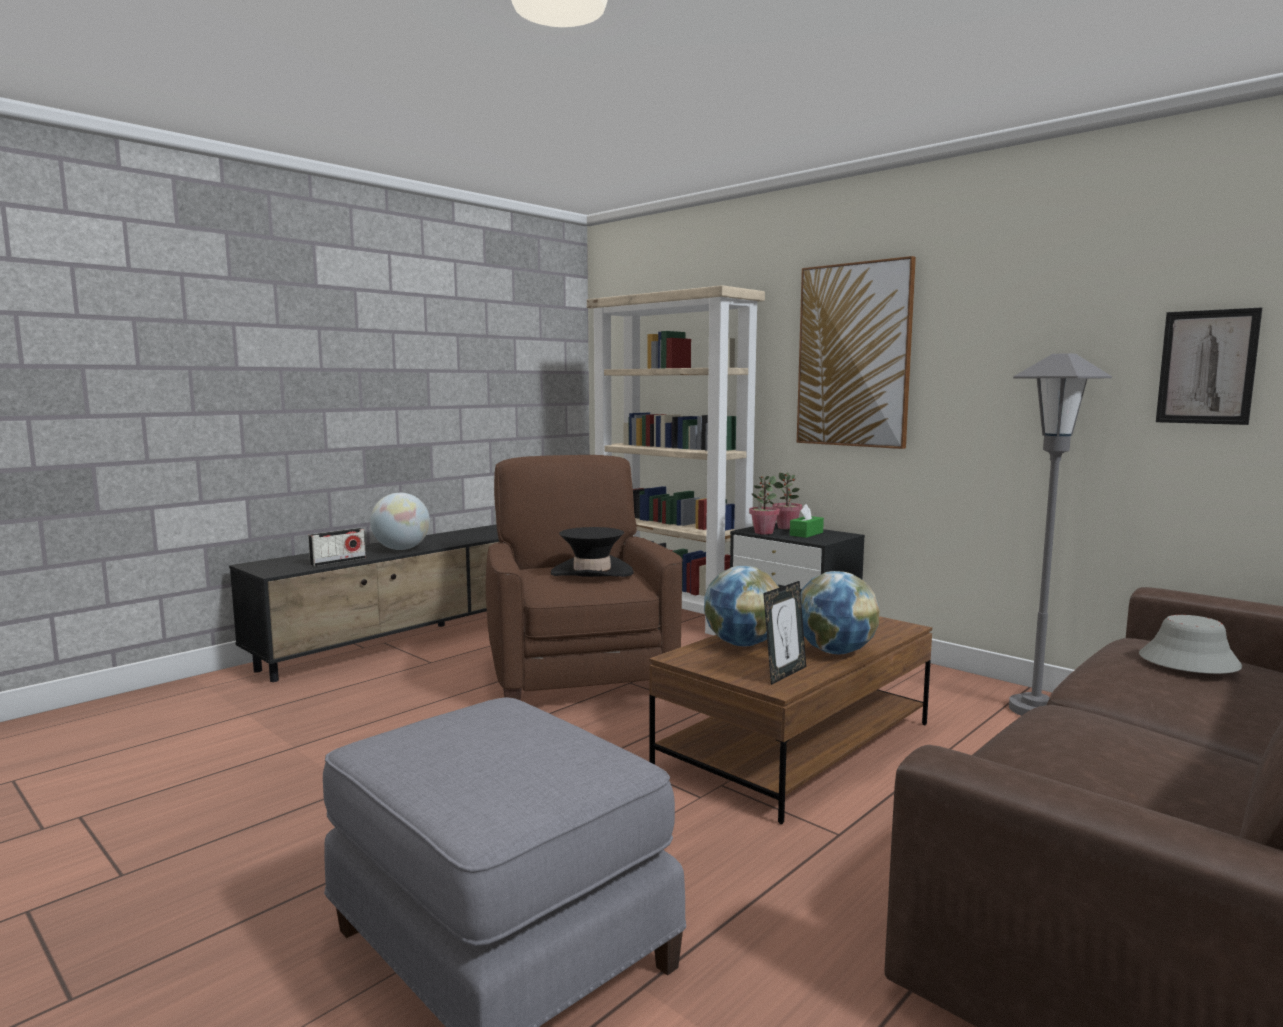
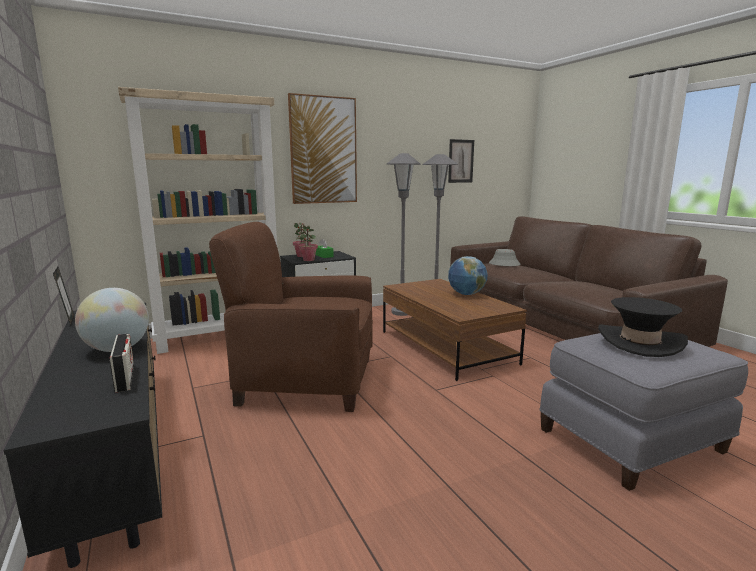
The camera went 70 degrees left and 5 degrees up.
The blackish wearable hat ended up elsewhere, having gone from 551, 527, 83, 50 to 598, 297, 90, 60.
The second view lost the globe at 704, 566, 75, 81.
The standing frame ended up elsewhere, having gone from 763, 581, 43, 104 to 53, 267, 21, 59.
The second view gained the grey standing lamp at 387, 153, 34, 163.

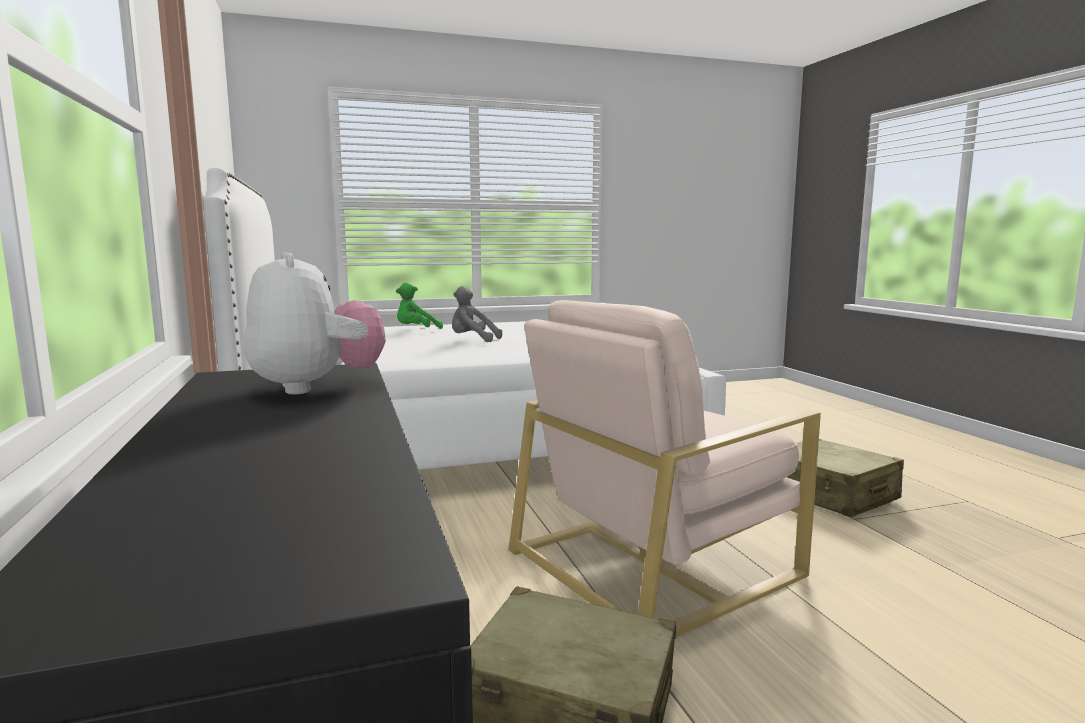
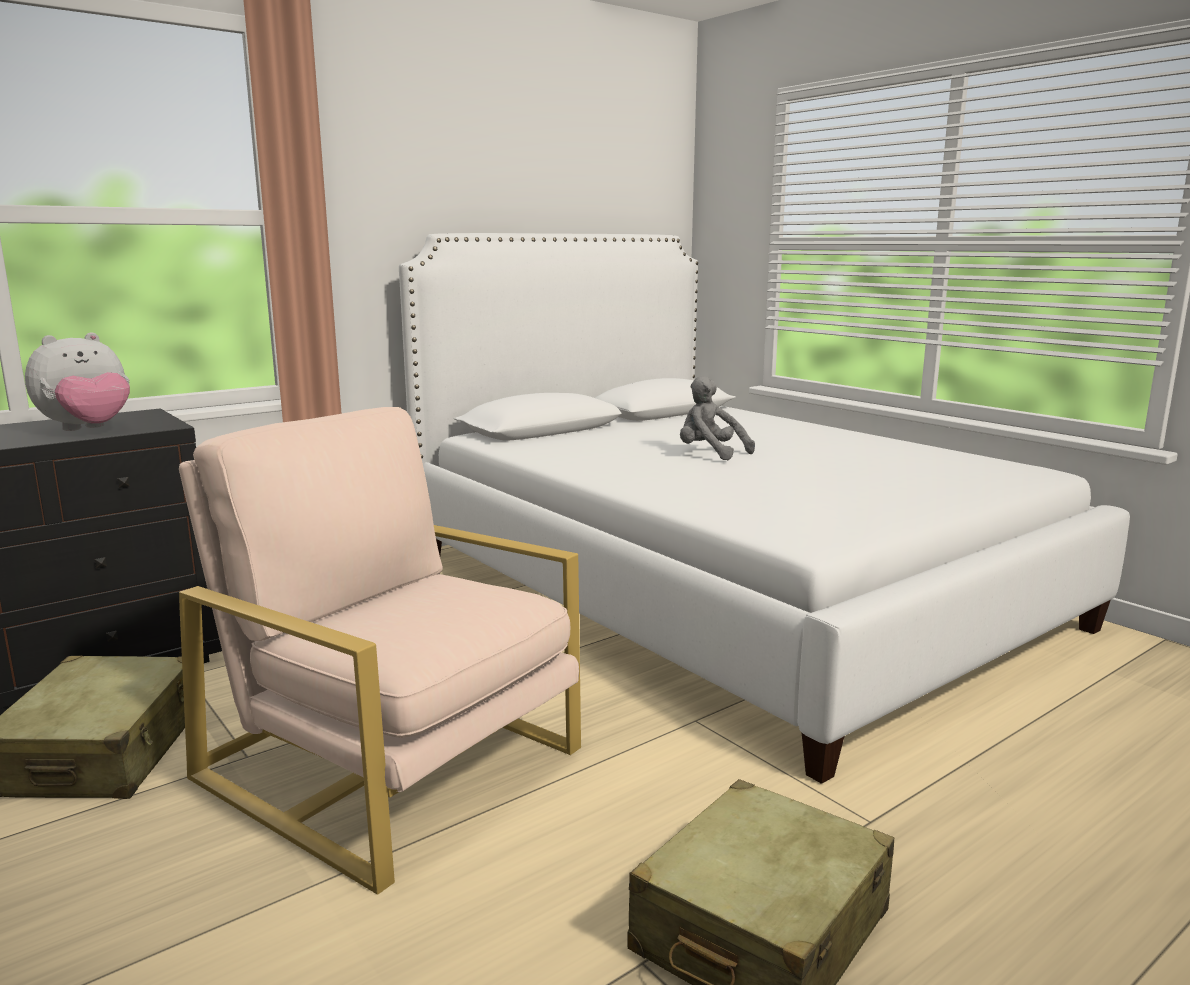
The camera went 70 degrees right and 5 degrees up.
The second view lost the greenish cuddly toy at 396, 282, 47, 47.
The grey cuddly toy at 452, 286, 50, 56 ended up facing another way, 45 degrees counterclockwise from before.

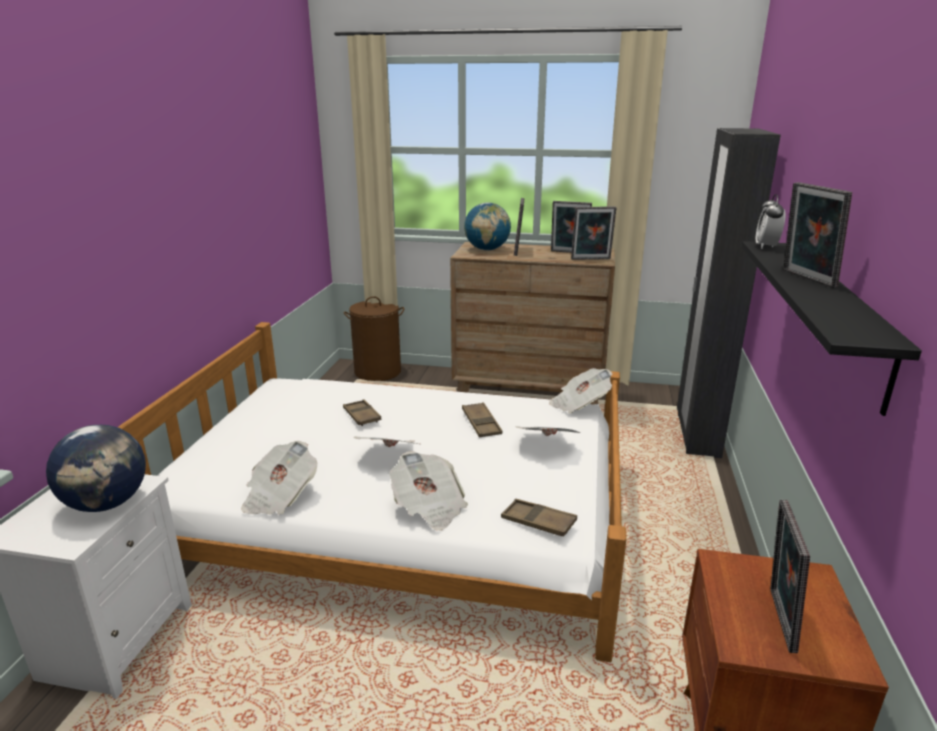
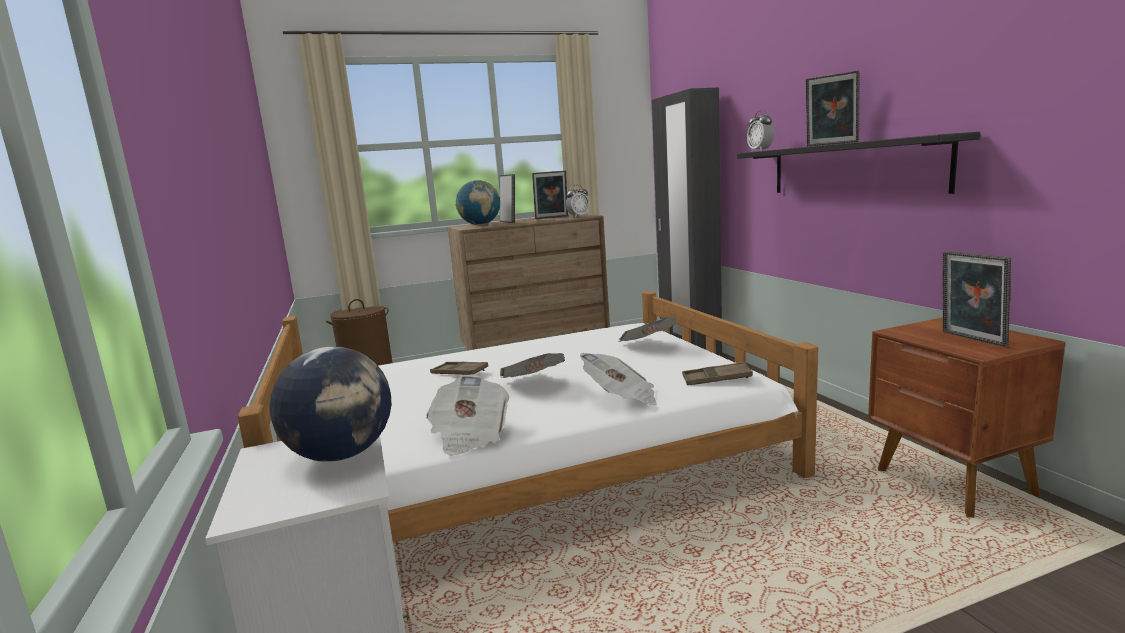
The camera went 30 degrees left and 10 degrees down.
The second view lost the brown-coloured carrying tray at 462, 402, 40, 35.
The second view lost the daily paper at 549, 368, 64, 46.
Where the standing frame stood at 571, 206, 46, 54, the alarm clock came to stand at 566, 185, 24, 33.

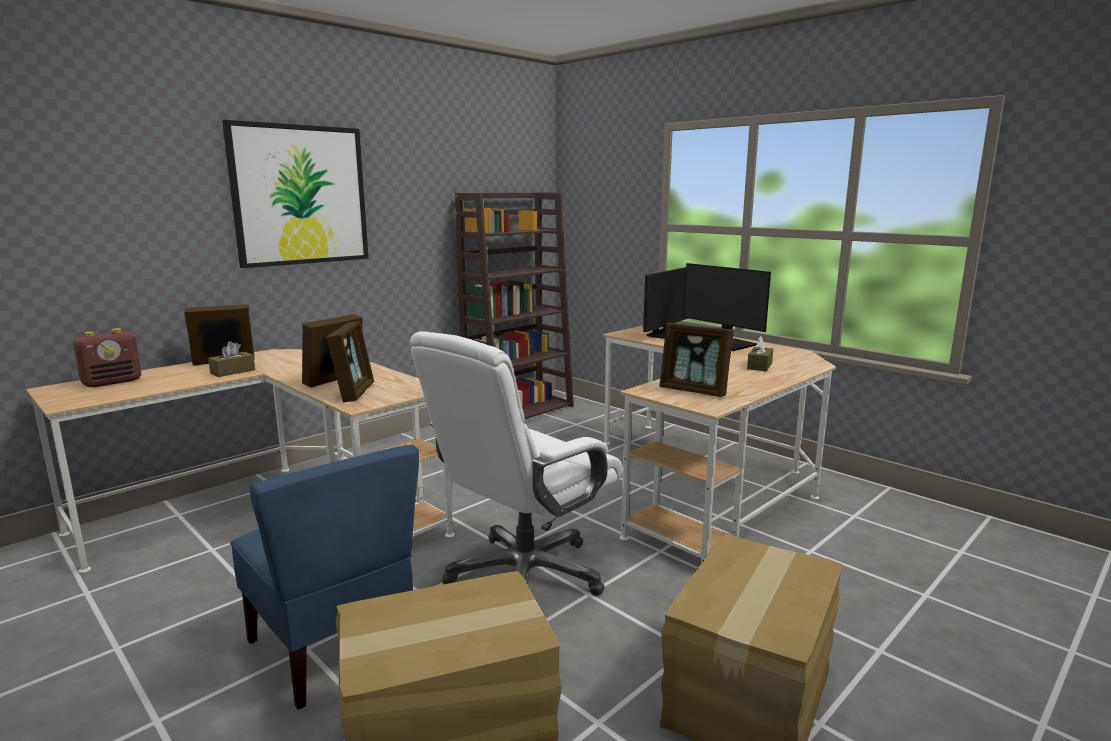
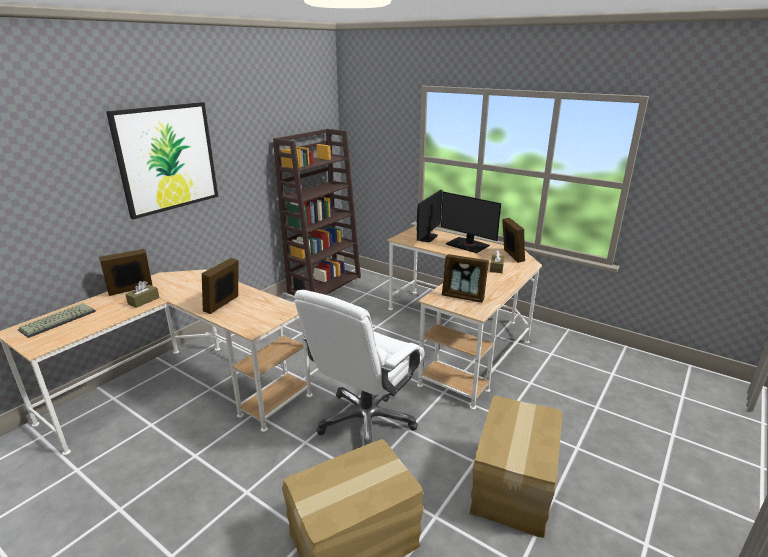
The camera went 10 degrees left and 10 degrees up.
Where the radio receiver stood at 73, 328, 68, 59, the computer keyboard came to stand at 18, 303, 78, 35.
The second view lost the bluish chair at 230, 445, 189, 265.
The standing frame ended up elsewhere, having gone from 326, 321, 48, 81 to 502, 218, 23, 45.

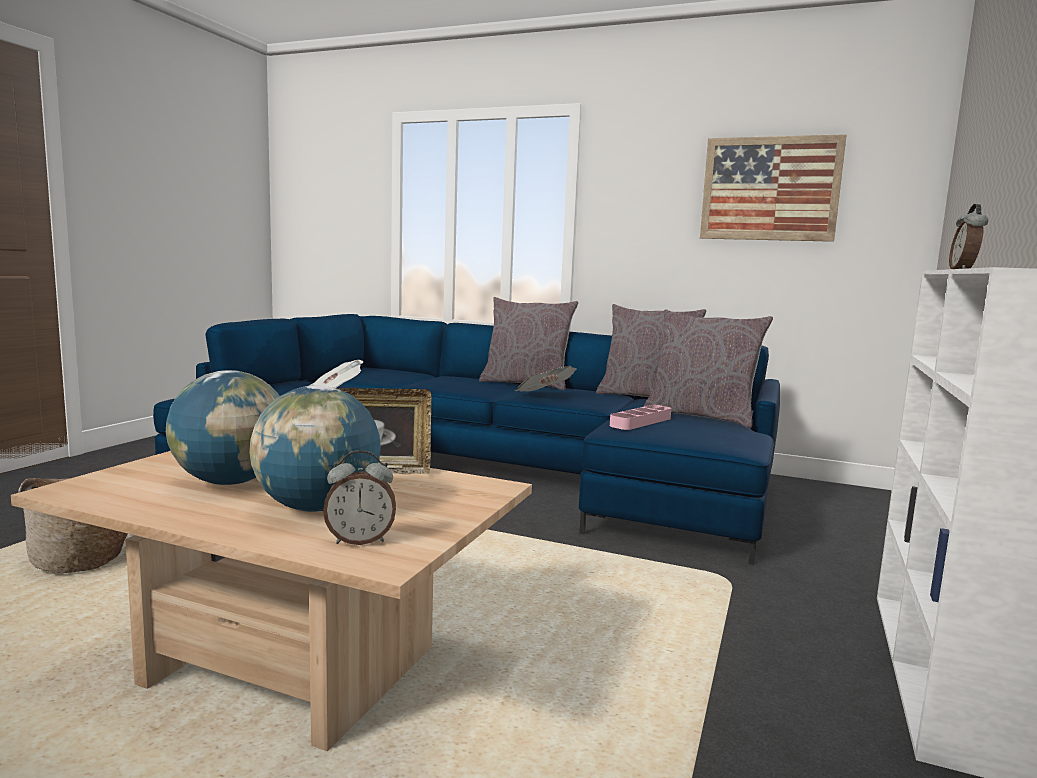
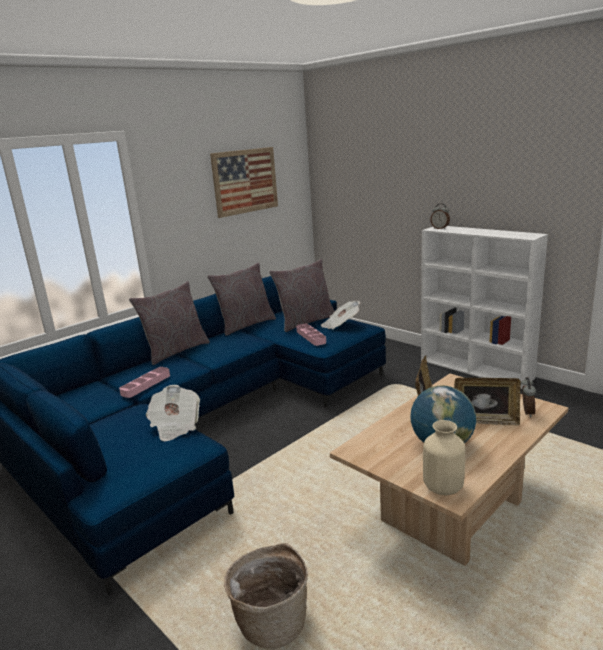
The camera went 65 degrees left and 10 degrees up.
Where the globe stood at 249, 385, 132, 127, the standing frame came to stand at 454, 378, 67, 48.
The daily paper ended up elsewhere, having gone from 515, 366, 62, 26 to 321, 301, 39, 29.
The second view gained the pink-coloured carrying tray at 119, 367, 51, 31.
The second view gained the beige-coloured decorative vase at 423, 420, 43, 76.

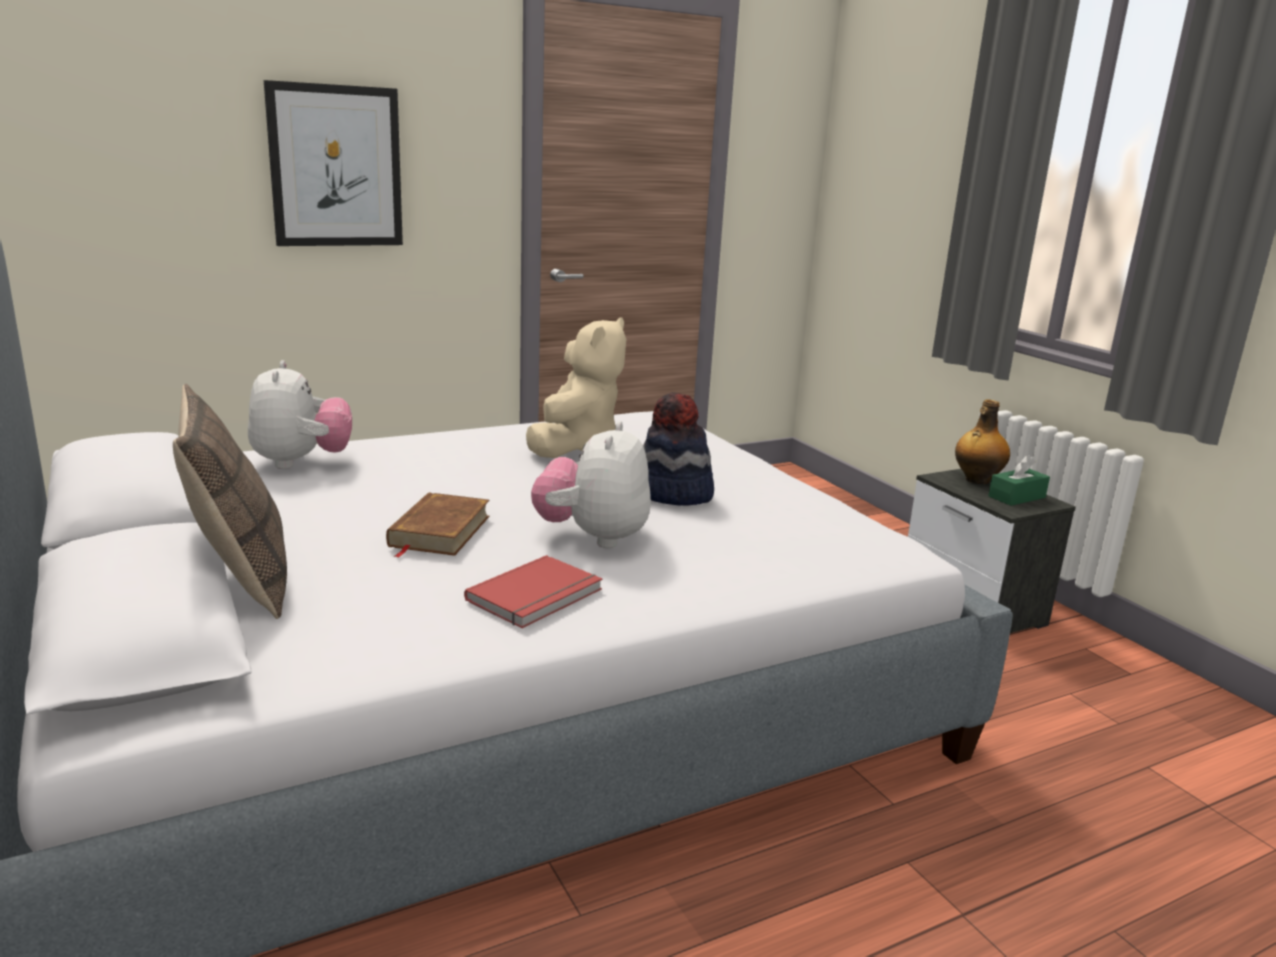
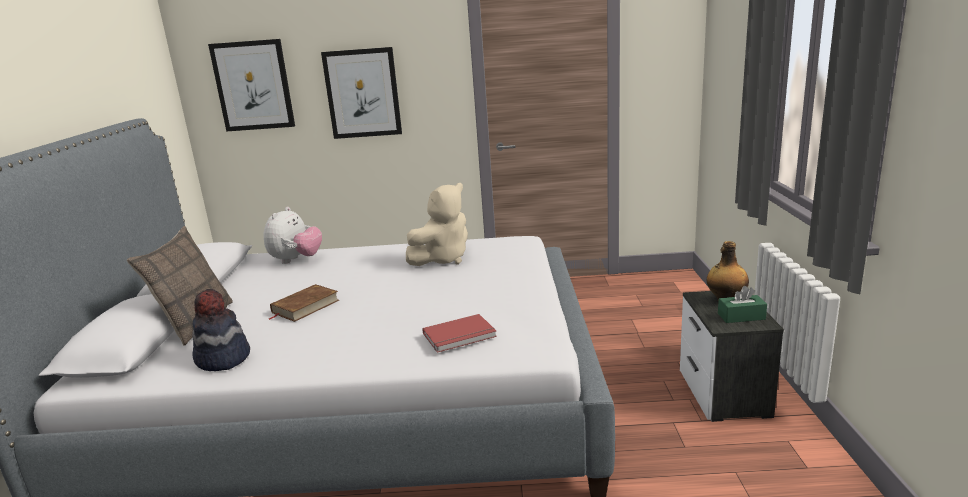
The camera went 30 degrees right and 0 degrees up.
The red bound book ended up elsewhere, having gone from 464, 555, 138, 73 to 422, 314, 75, 39.
The second view lost the cuddly toy at 531, 421, 120, 127.
The wearable hat ended up elsewhere, having gone from 643, 392, 71, 114 to 193, 289, 57, 82.
The second view gained the picture at 208, 39, 87, 93.

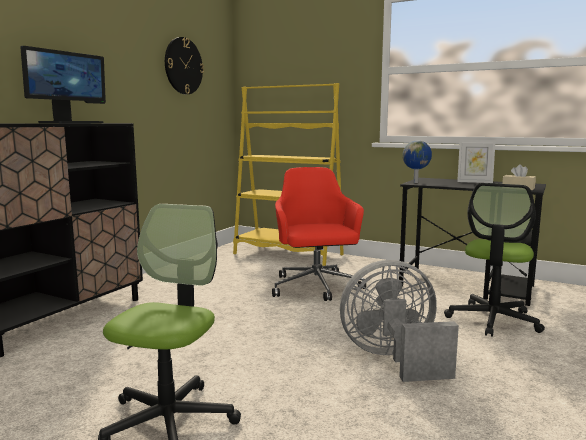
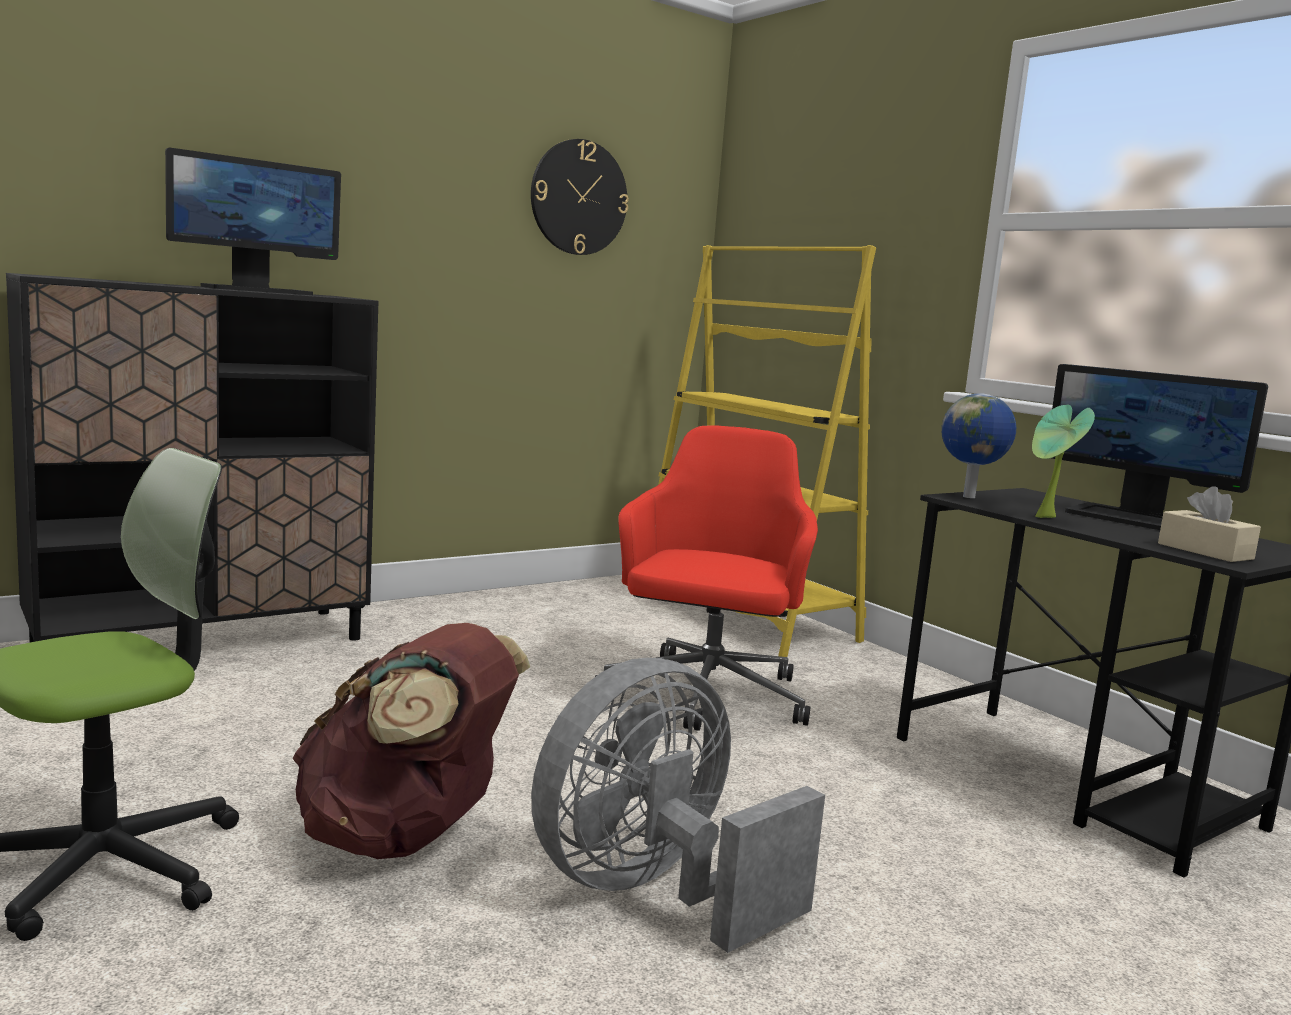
The camera went 25 degrees right and 0 degrees up.
The grey fan at 340, 260, 119, 122 ended up facing another way, 60 degrees counterclockwise from before.
The second view lost the desk chair at 444, 183, 101, 154.
Where the standing frame stood at 457, 140, 39, 43, the computer screen came to stand at 1052, 364, 216, 166.
The second view gained the brown-coloured knapsack at 293, 623, 237, 236.
The second view gained the houseplant at 1032, 405, 63, 113.

